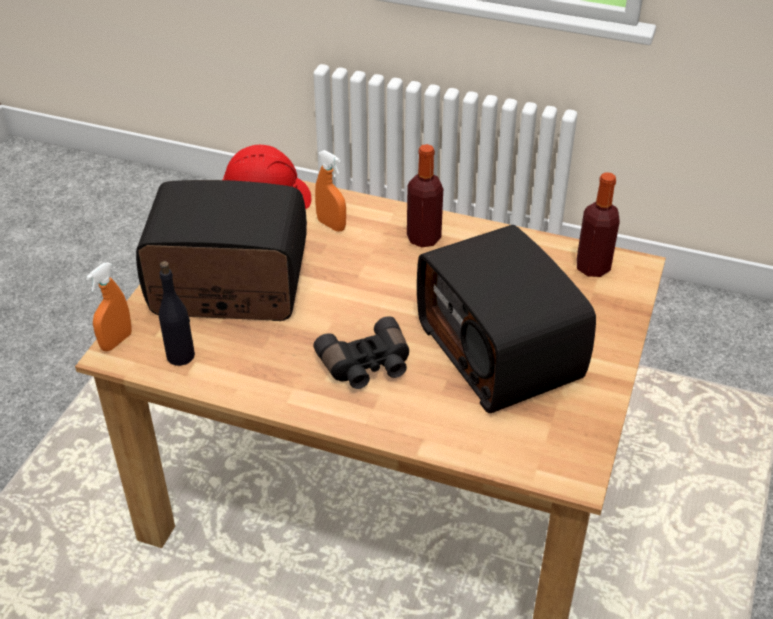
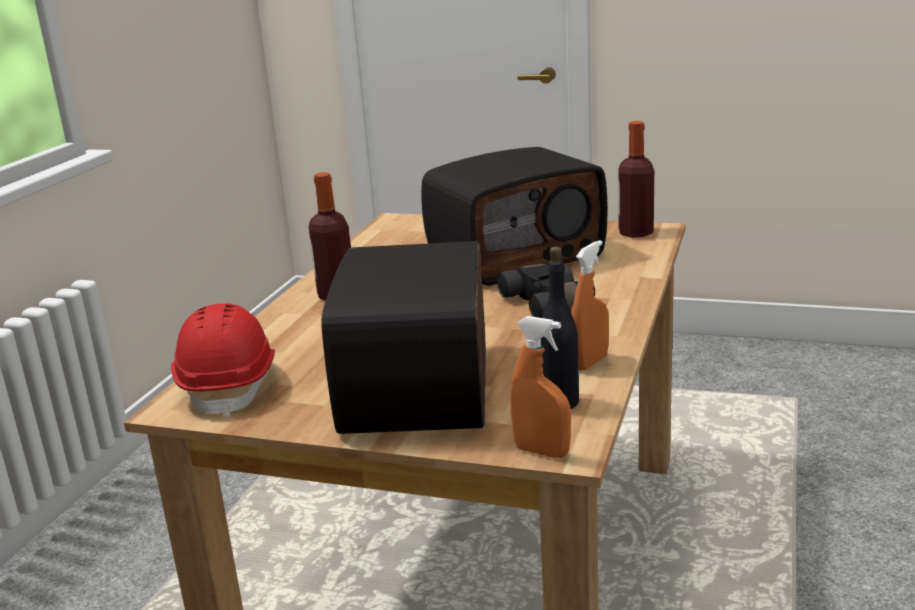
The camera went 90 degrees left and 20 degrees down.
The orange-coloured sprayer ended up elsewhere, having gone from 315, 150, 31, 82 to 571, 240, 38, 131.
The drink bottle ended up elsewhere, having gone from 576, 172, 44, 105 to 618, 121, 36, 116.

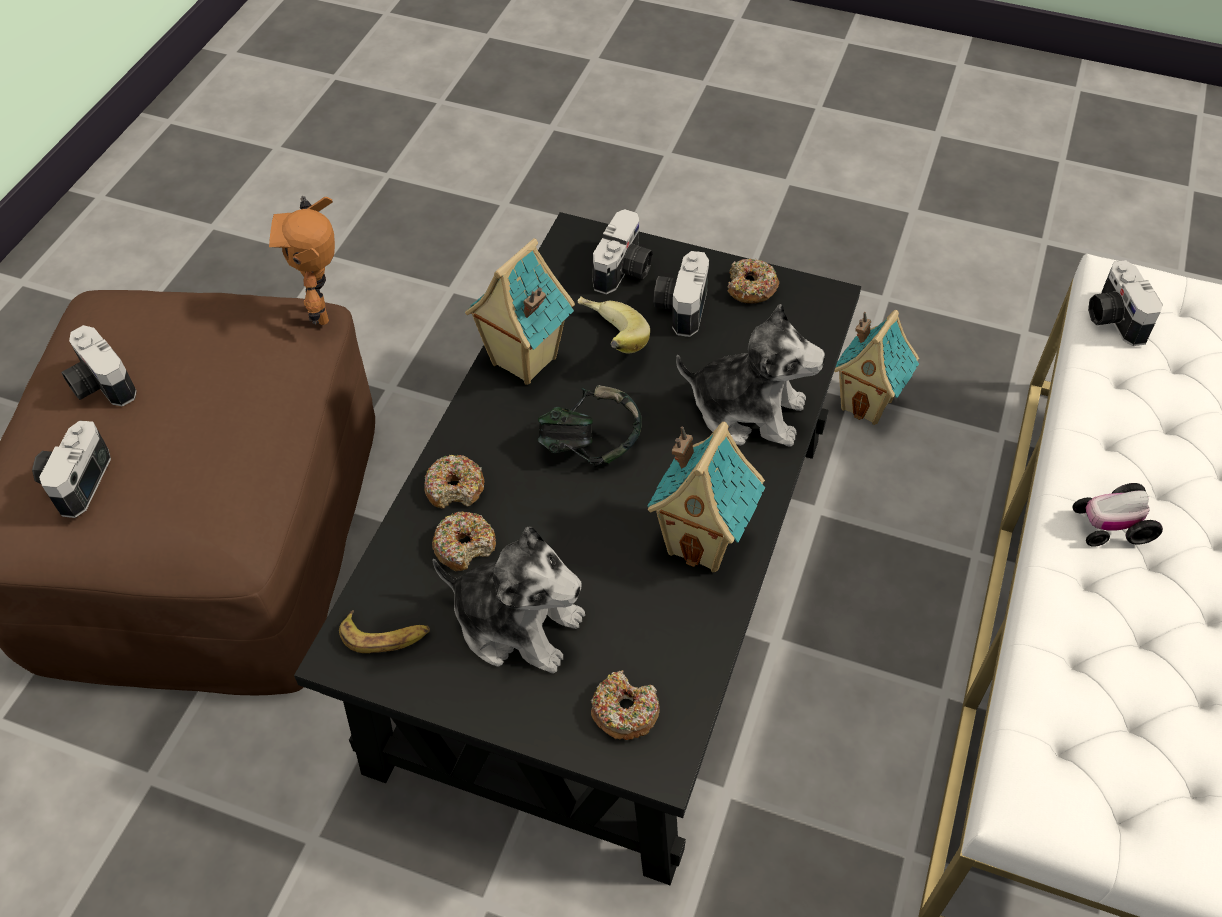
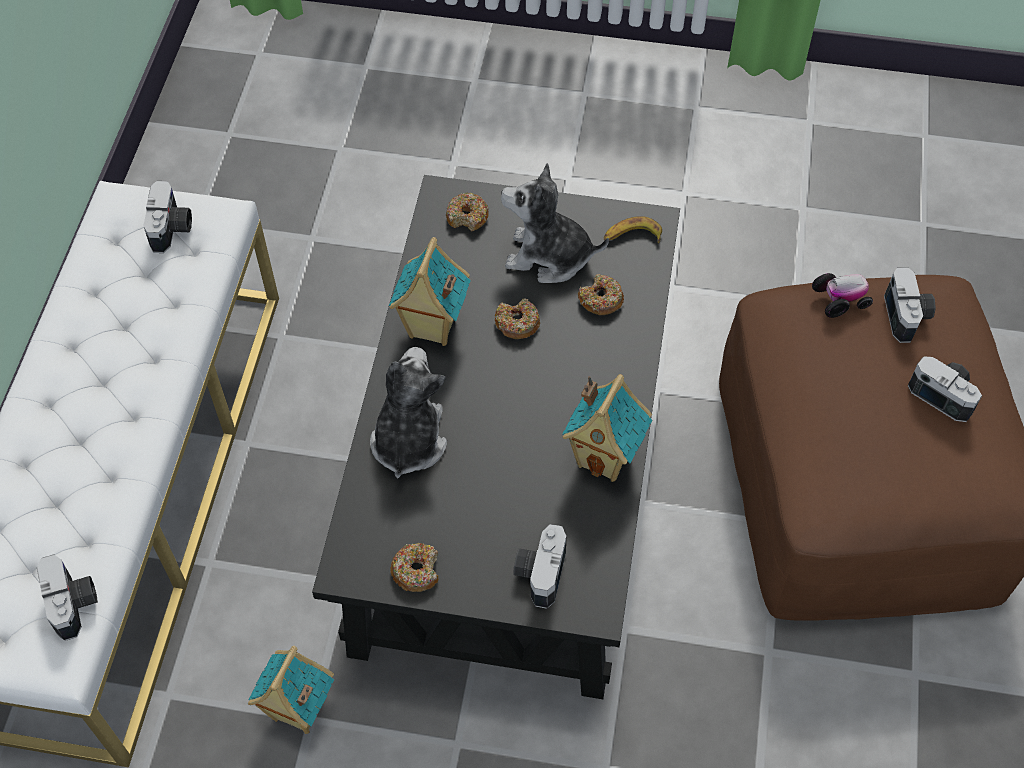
The camera went 170 degrees right and 5 degrees up.
The second view lost the robot figure at 269, 196, 66, 129.
The donut ended up elsewhere, having gone from 424, 455, 60, 54 to 495, 298, 45, 41.
The second view lost the headset at 538, 385, 104, 82.
The second view lost the whole banana at 577, 296, 73, 57.
The photo camera ended up elsewhere, having gone from 653, 251, 56, 86 to 143, 181, 49, 72.
The cuddly toy at 676, 304, 149, 143 ended up facing another way, 90 degrees clockwise from before.
The toy car ended up elsewhere, having gone from 1072, 483, 91, 64 to 812, 273, 61, 45.

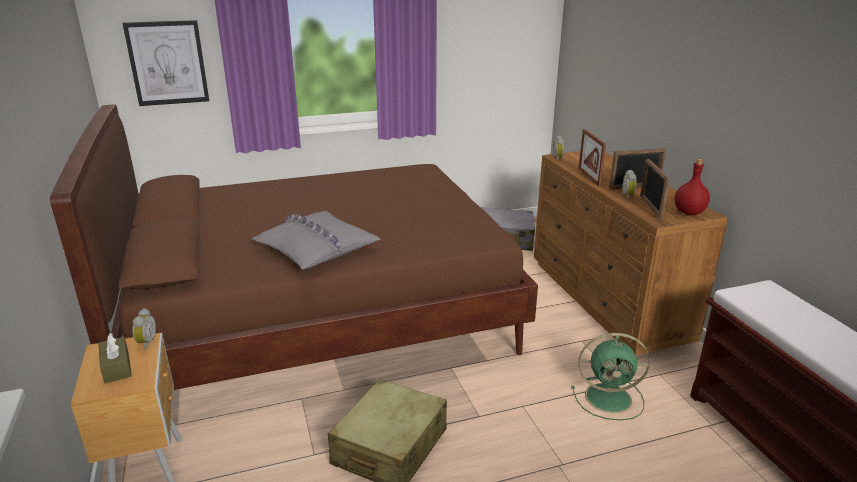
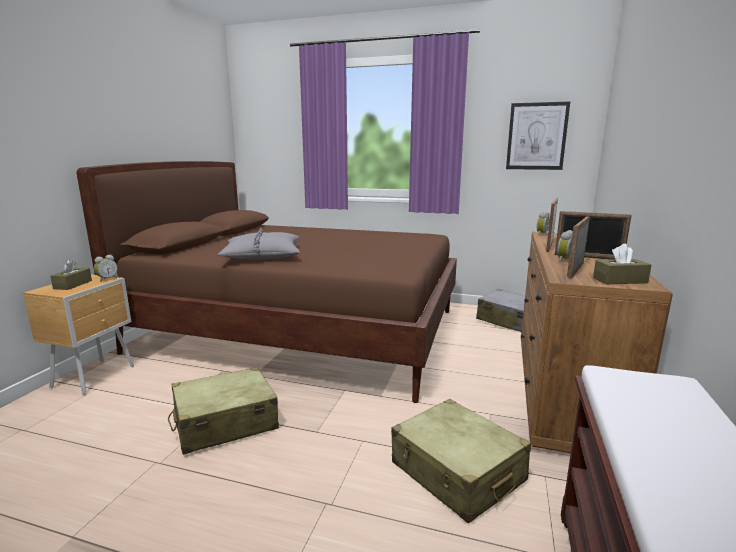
The camera went 35 degrees right and 10 degrees down.
The picture ended up elsewhere, having gone from 123, 20, 86, 86 to 506, 101, 64, 69.
Where the greenish fan stood at 572, 333, 78, 88, the beige-coloured suitcase came to stand at 391, 399, 140, 125.
Where the red drink bottle stood at 674, 159, 36, 56, the brown-coloured tissue box came to stand at 593, 244, 58, 40.

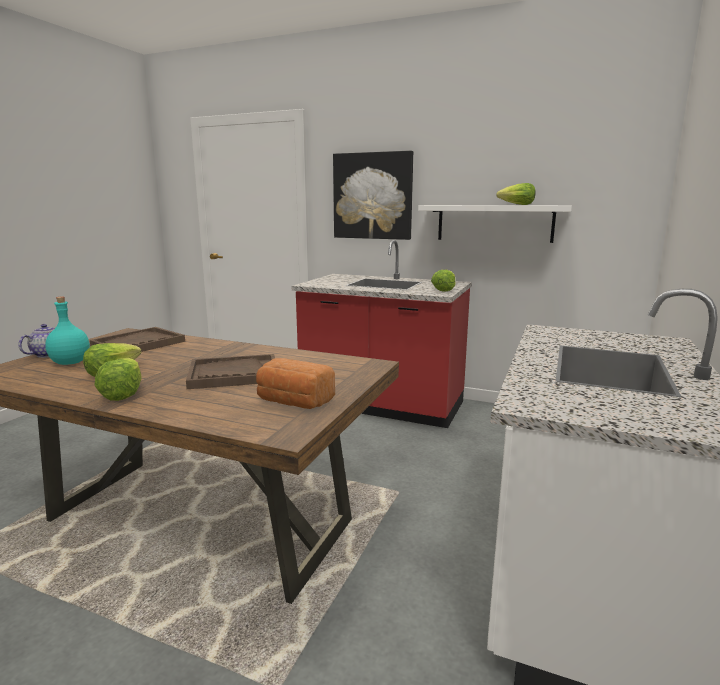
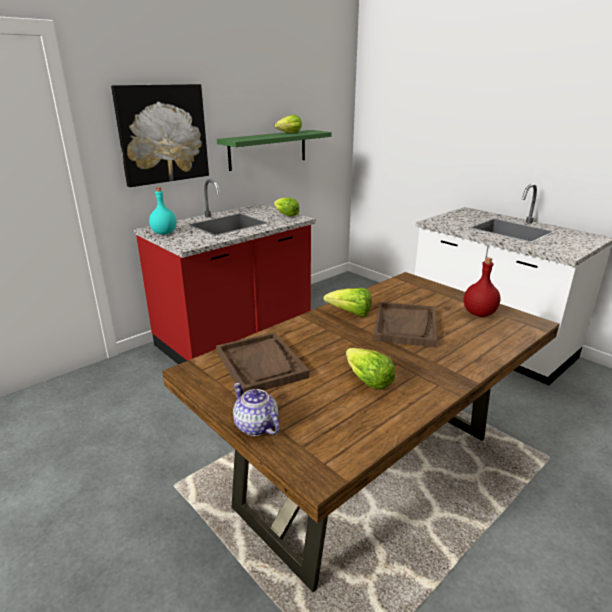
The camera went 65 degrees left and 10 degrees up.
The turquoise drink bottle ended up elsewhere, having gone from 45, 296, 45, 69 to 149, 187, 27, 48.
The lettuce head ended up elsewhere, having gone from 95, 358, 47, 43 to 323, 288, 49, 28.
Where the baked bread stood at 256, 358, 79, 51, the red drink bottle came to stand at 464, 257, 37, 60.
What was the white-coloured wall shelf at 418, 205, 154, 38 turned into the greenish wall shelf at 217, 130, 115, 41.

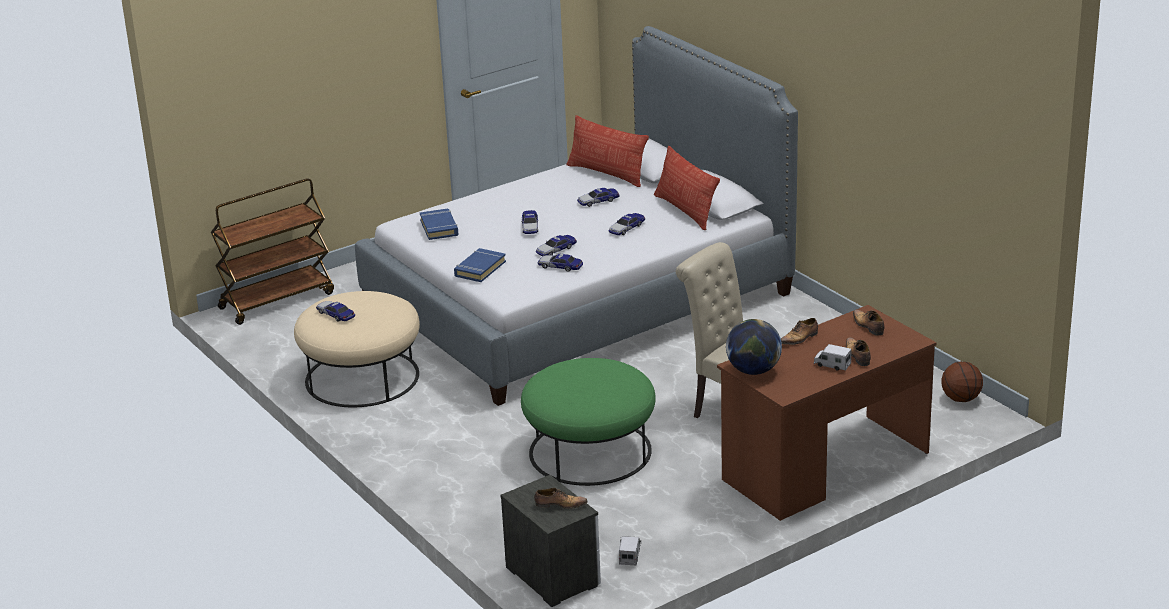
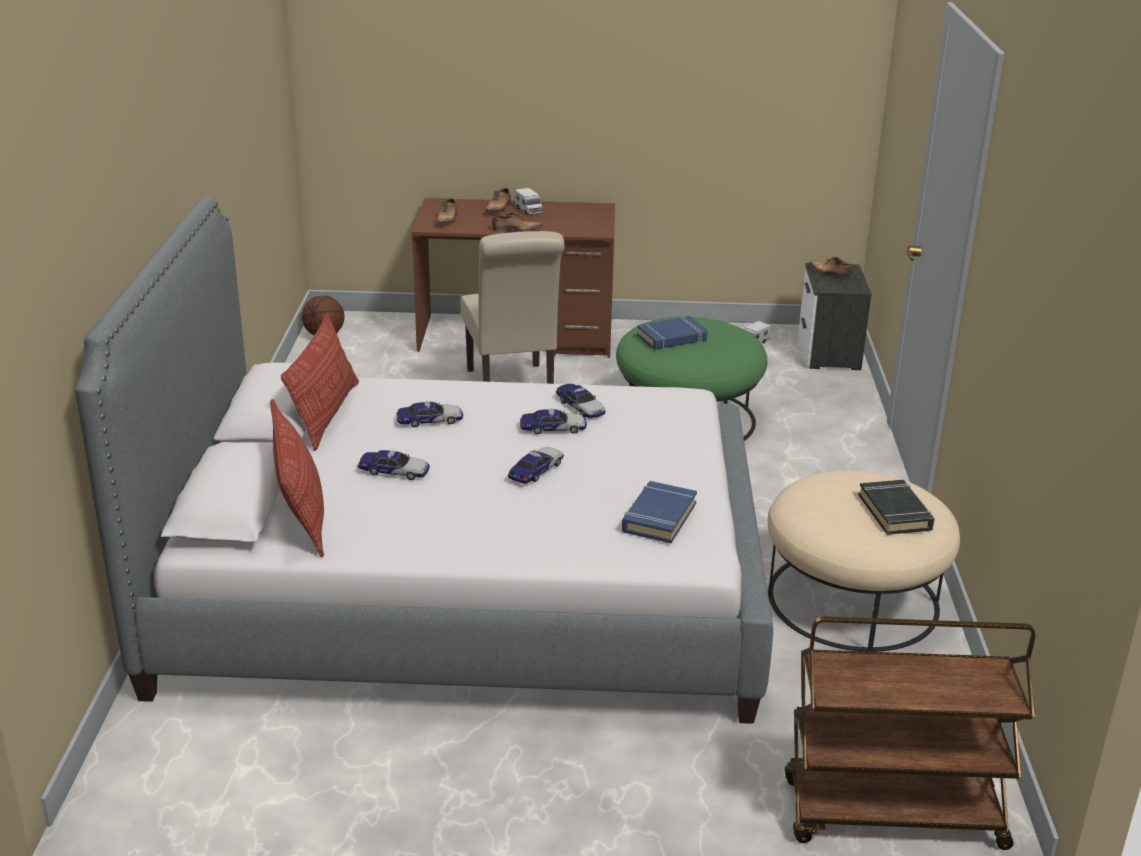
The camera went 145 degrees left and 0 degrees up.
Where the toy car stood at 316, 301, 39, 21, the blackish bound book came to stand at 859, 480, 76, 55.
The bluish bound book ended up elsewhere, having gone from 454, 248, 52, 34 to 637, 316, 71, 34.
The second view lost the globe at 726, 319, 56, 56.

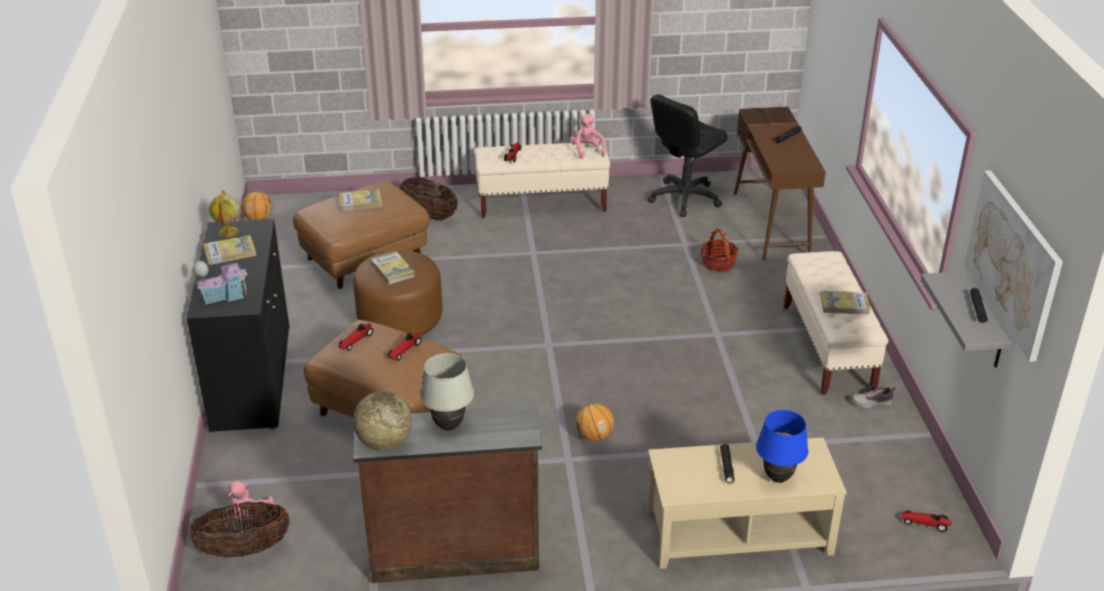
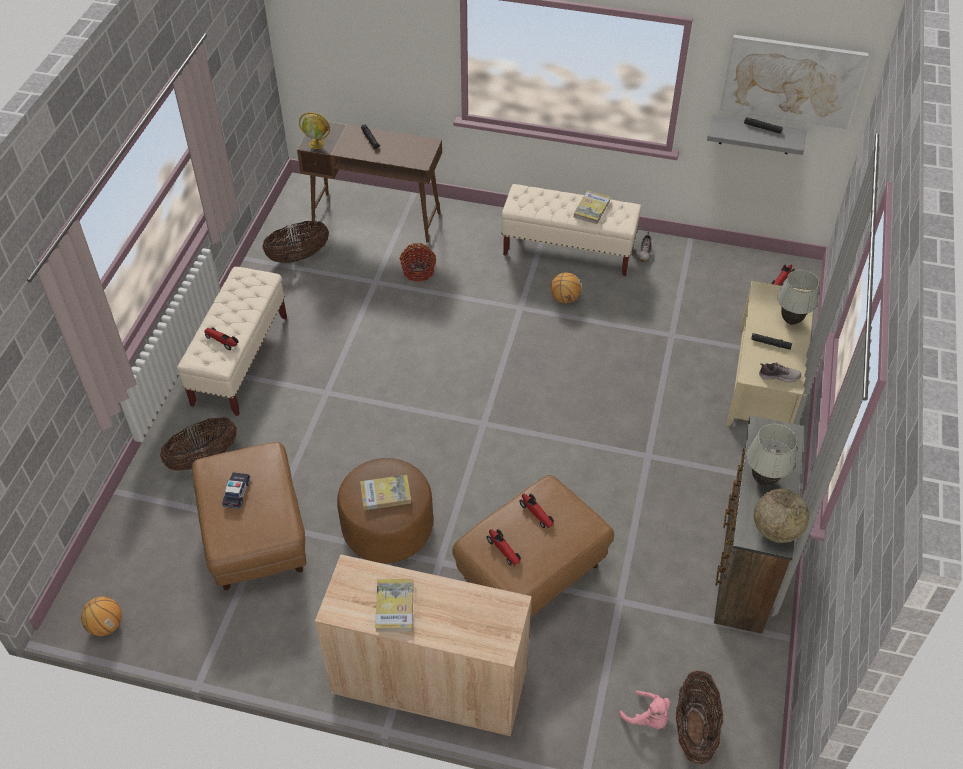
The camera went 70 degrees left and 15 degrees up.
What was the blackish cupboard at 186, 219, 103, 215 turned into the beige-coloured cupboard at 315, 554, 217, 182.
The second view lost the toy house at 193, 254, 55, 50.
The globe ended up elsewhere, having gone from 209, 190, 32, 47 to 299, 112, 31, 37.
Where the bound book stood at 339, 189, 43, 22, the toy car came to stand at 222, 472, 28, 36.
The second view lost the pink-coloured cuddly toy at 570, 114, 36, 45.
The basketball ended up elsewhere, having gone from 576, 403, 38, 38 to 550, 273, 31, 30.
Where the blackish desk chair stood at 647, 94, 80, 123, the basket came to stand at 262, 221, 67, 42.
What was the bluish lamp for a table at 756, 410, 52, 73 turned into the white-coloured lamp for a table at 777, 270, 42, 55.
The second view gained the low shoe at 759, 362, 42, 20.

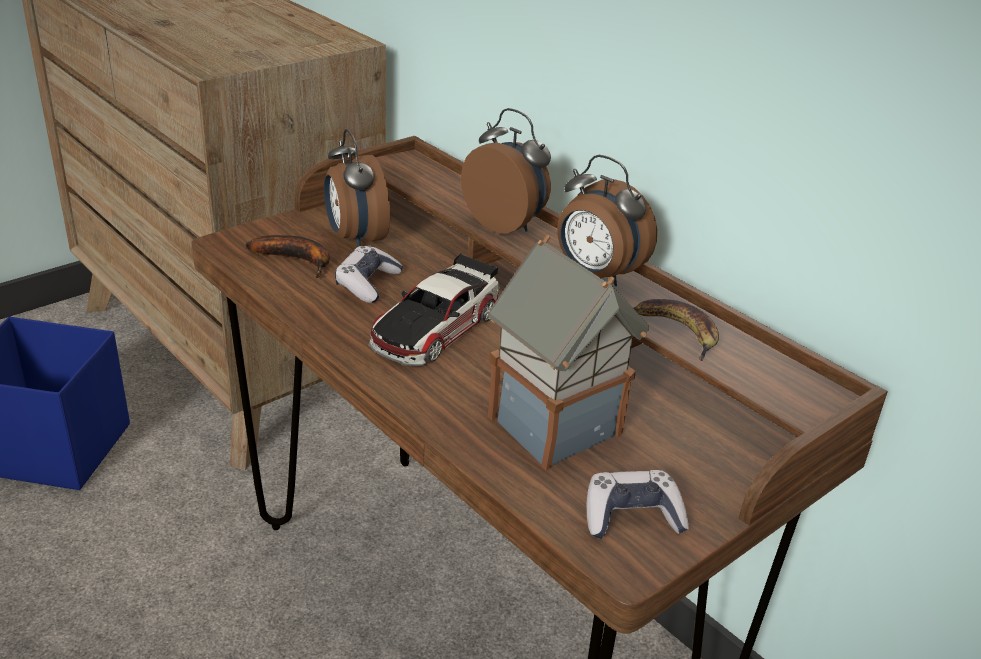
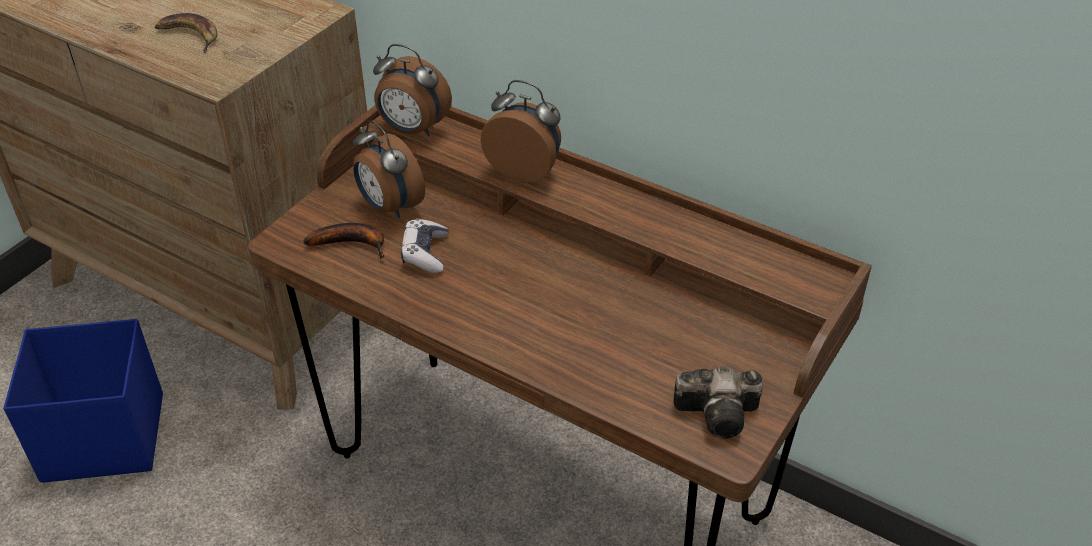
The camera went 15 degrees left and 10 degrees up.
The second view lost the toy car at 369, 253, 131, 113.
The second view lost the toy house at 488, 235, 161, 235.
The alarm clock ended up elsewhere, having gone from 557, 155, 100, 131 to 373, 44, 79, 92.
Where the gamepad stood at 587, 470, 102, 69, the photo camera came to stand at 674, 366, 89, 73.
The whole banana ended up elsewhere, having gone from 633, 299, 86, 62 to 155, 13, 63, 40.

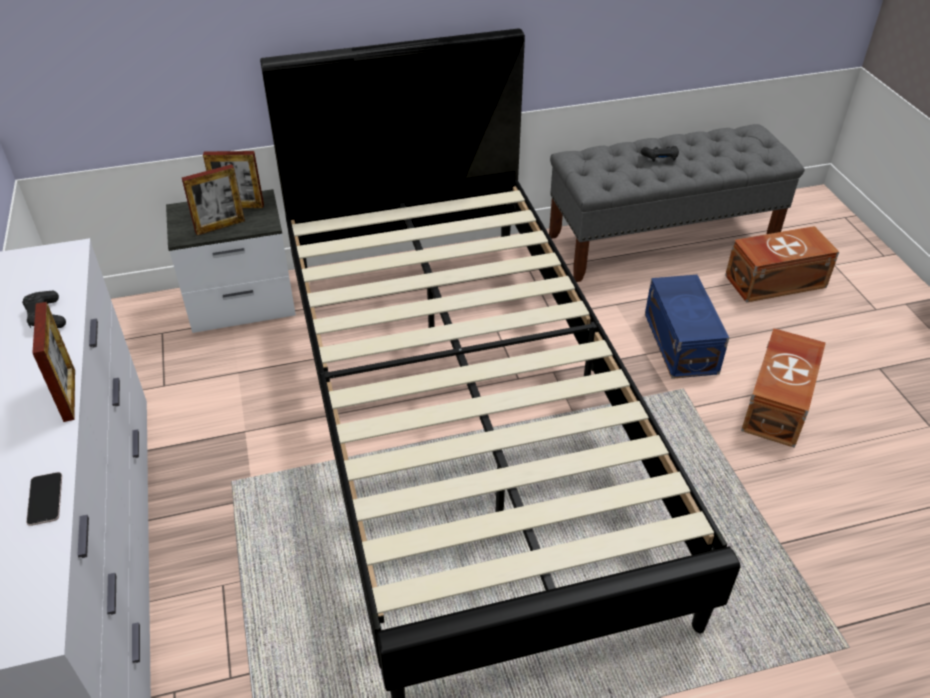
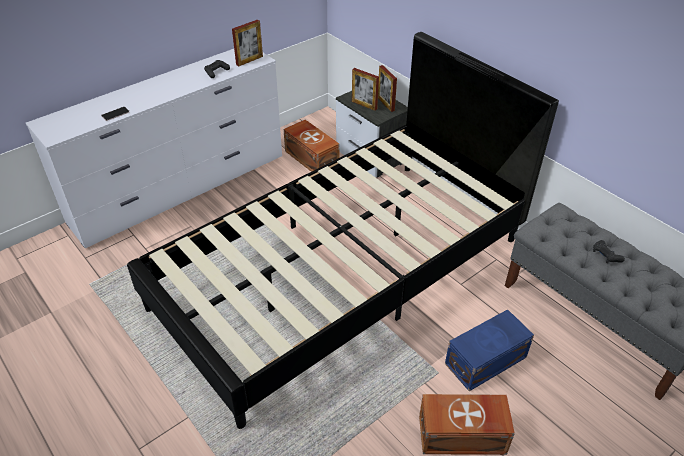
The camera went 65 degrees right and 0 degrees up.
The standing frame ended up elsewhere, having gone from 32, 302, 43, 120 to 232, 20, 31, 46.
The brown-coloured storage bin ended up elsewhere, having gone from 725, 226, 114, 77 to 284, 120, 55, 52.

